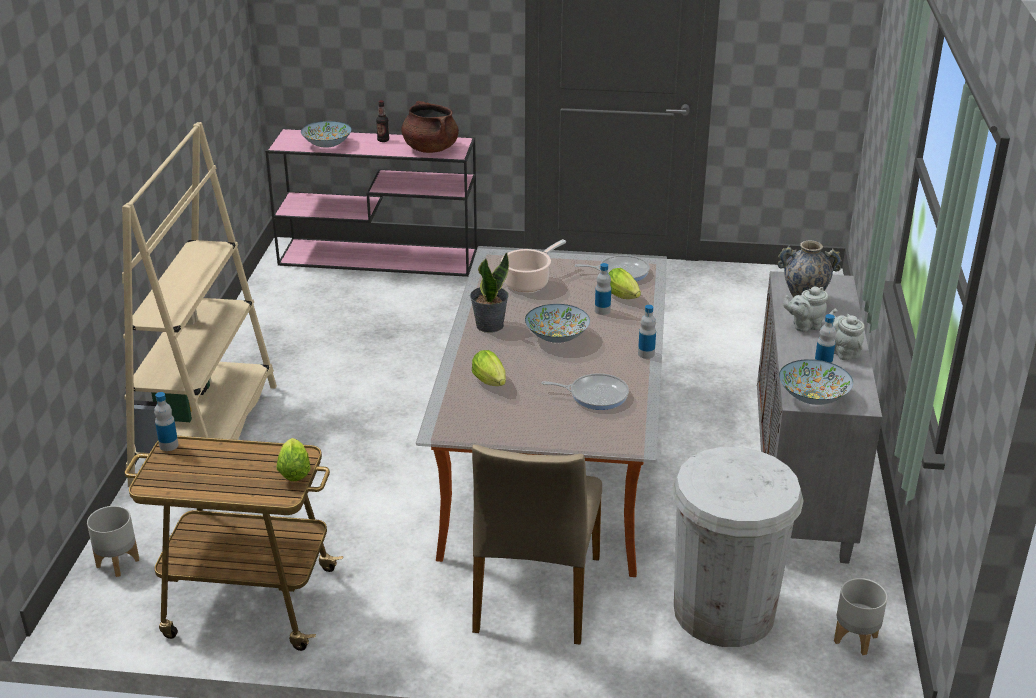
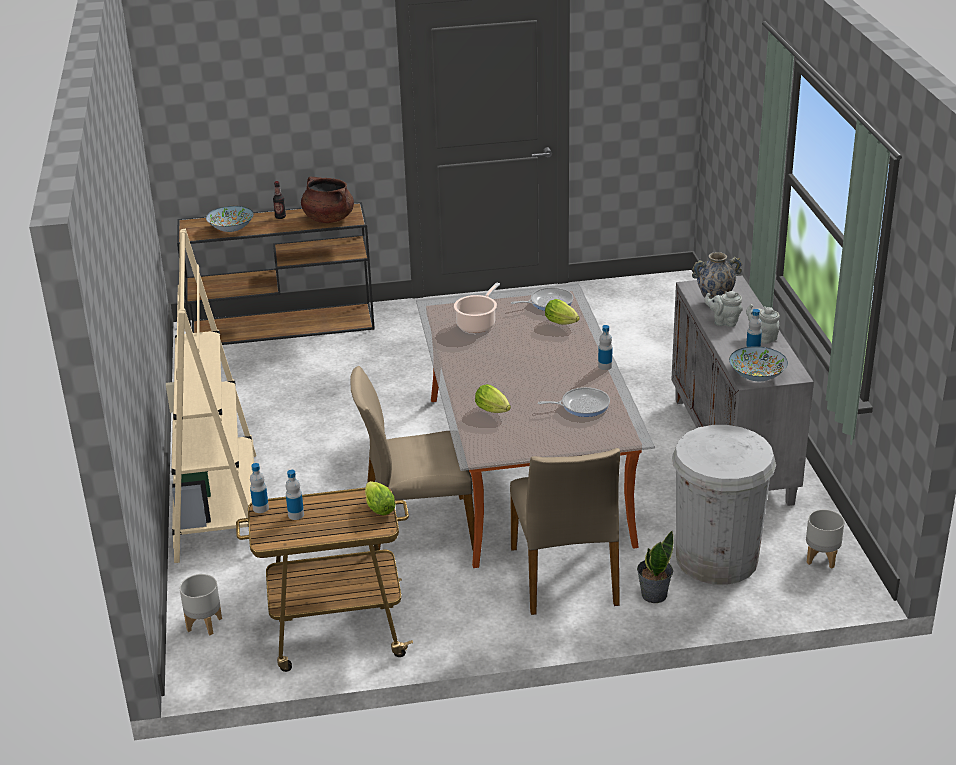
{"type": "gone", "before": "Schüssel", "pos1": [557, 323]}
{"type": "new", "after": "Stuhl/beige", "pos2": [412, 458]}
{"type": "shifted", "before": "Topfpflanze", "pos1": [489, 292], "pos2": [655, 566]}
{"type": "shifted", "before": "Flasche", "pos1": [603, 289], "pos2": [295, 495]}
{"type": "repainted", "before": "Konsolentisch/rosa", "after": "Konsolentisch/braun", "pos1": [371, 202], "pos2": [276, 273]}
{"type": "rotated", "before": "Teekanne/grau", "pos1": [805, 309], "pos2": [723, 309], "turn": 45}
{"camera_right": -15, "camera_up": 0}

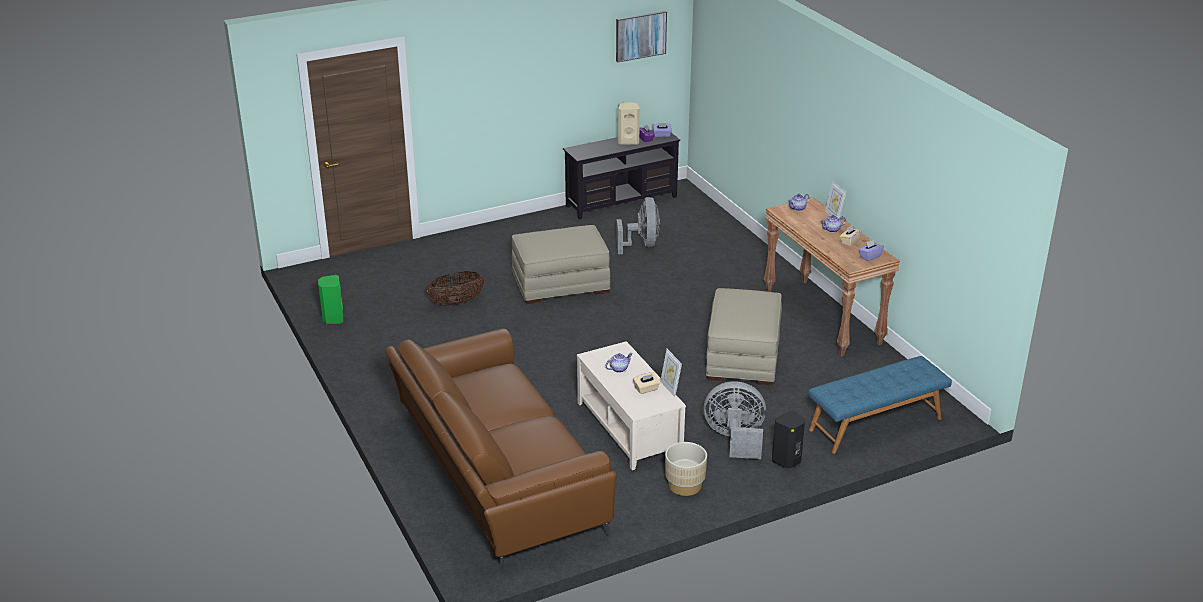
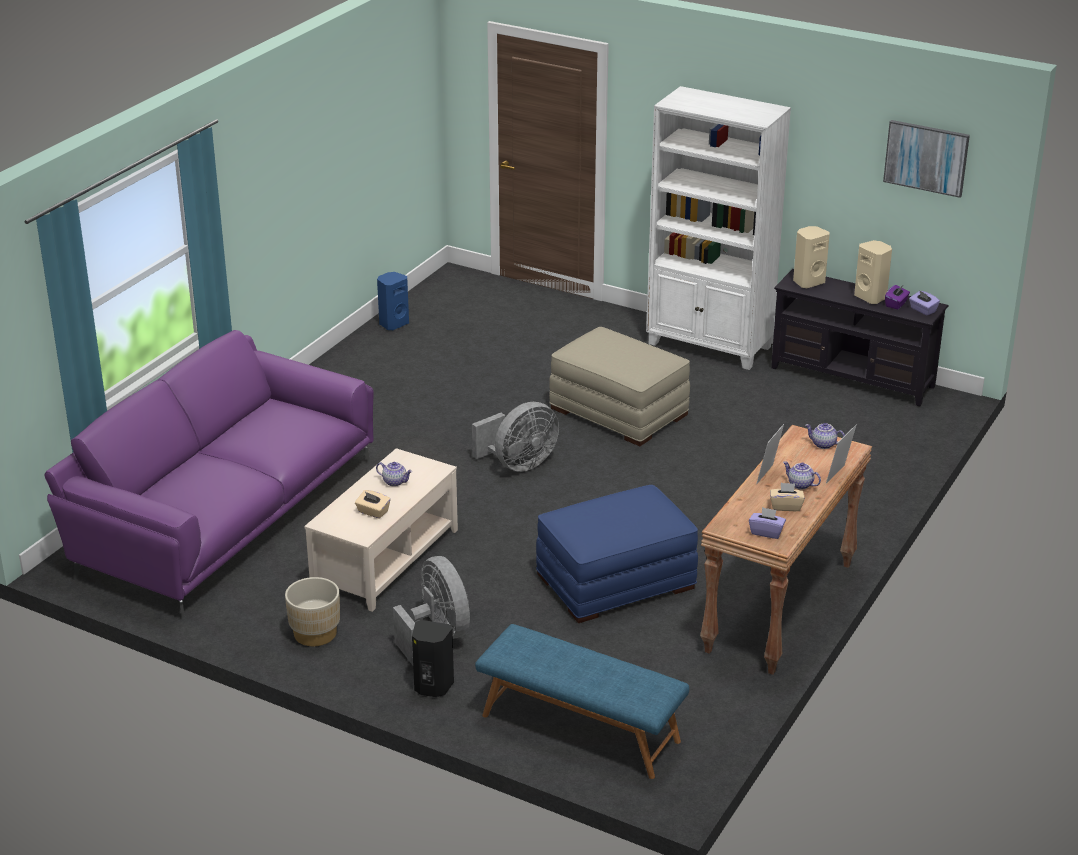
{"type": "gone", "before": "Korb", "pos1": [455, 288]}
{"type": "new", "after": "Bücherregal/weiß", "pos2": [718, 228]}
{"type": "new", "after": "Lautsprecher/beige", "pos2": [811, 257]}
{"type": "shifted", "before": "Ventilator/grau", "pos1": [638, 225], "pos2": [515, 437]}
{"type": "shifted", "before": "Bilderrahmen", "pos1": [671, 373], "pos2": [770, 454]}
{"type": "repainted", "before": "Lautsprecher/grün", "after": "Lautsprecher/blau", "pos1": [330, 299], "pos2": [393, 301]}
{"type": "repainted", "before": "Sofa/braun", "after": "Sofa/lila", "pos1": [501, 450], "pos2": [209, 474]}
{"type": "repainted", "before": "Polsterhocker/beige", "after": "Polsterhocker/blau", "pos1": [744, 337], "pos2": [617, 554]}
{"camera_right": 55, "camera_up": 0}

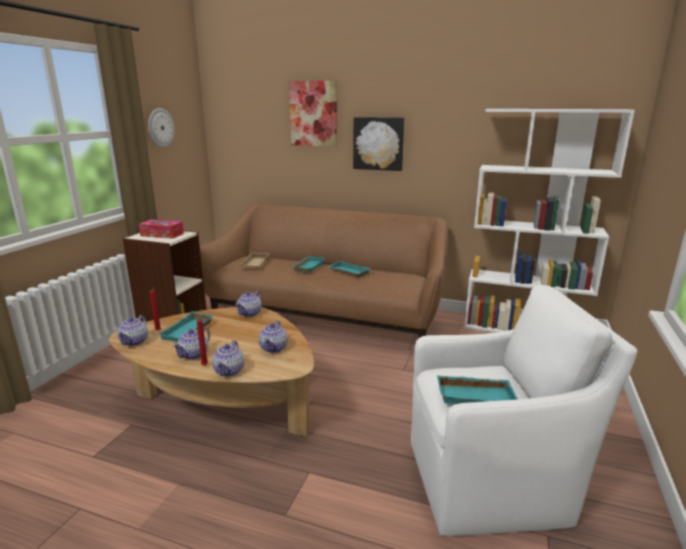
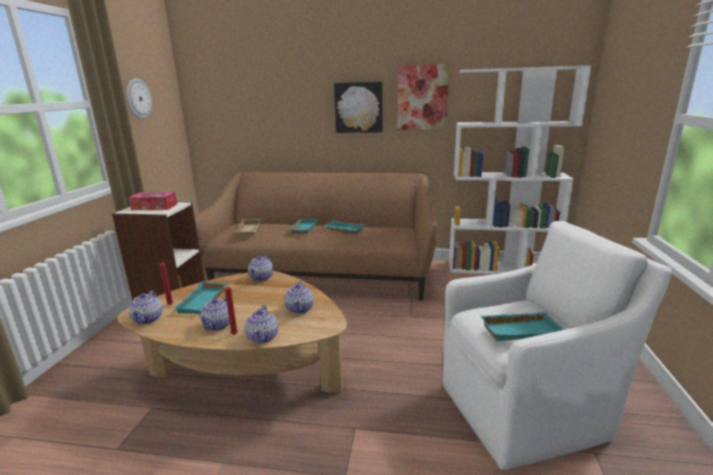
{"type": "shifted", "before": "Bild", "pos1": [313, 113], "pos2": [423, 97]}
{"camera_right": -10, "camera_up": 0}

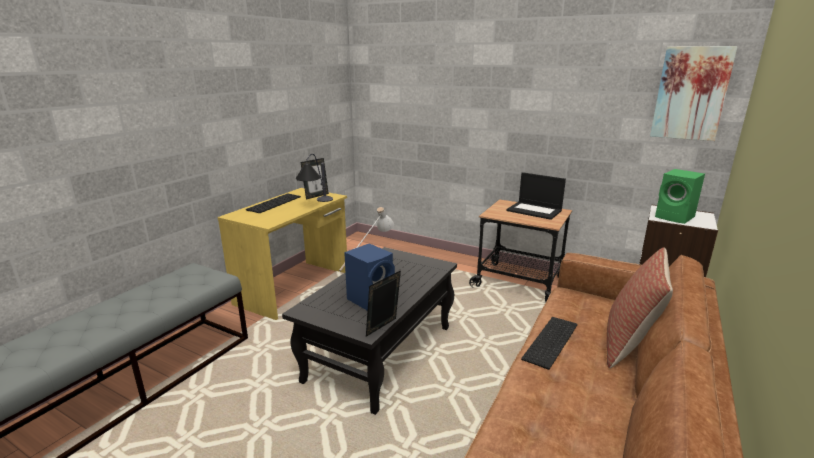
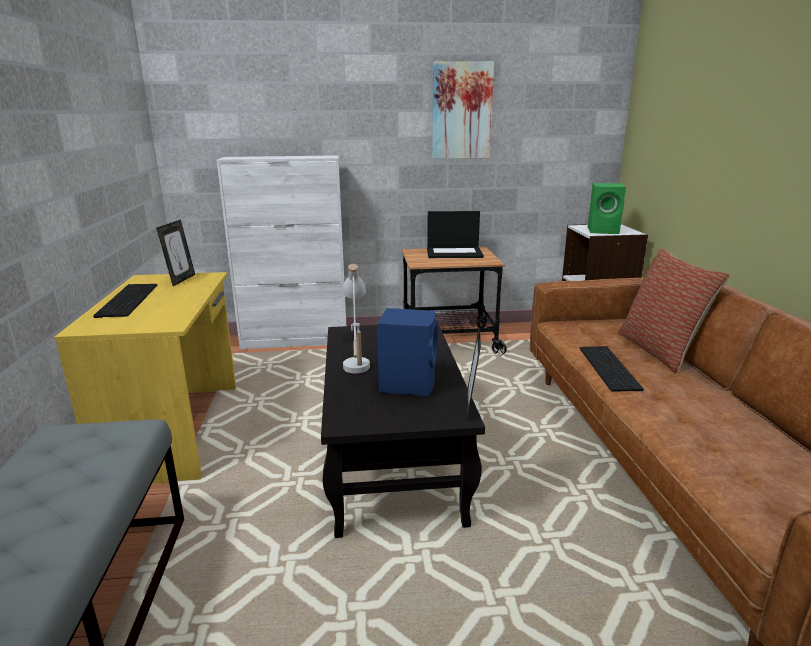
{"type": "gone", "before": "Tischlampe", "pos1": [314, 178]}
{"type": "new", "after": "Schrank/weiß", "pos2": [281, 252]}
{"type": "shifted", "before": "Bild", "pos1": [694, 93], "pos2": [463, 110]}
{"camera_right": -35, "camera_up": 0}

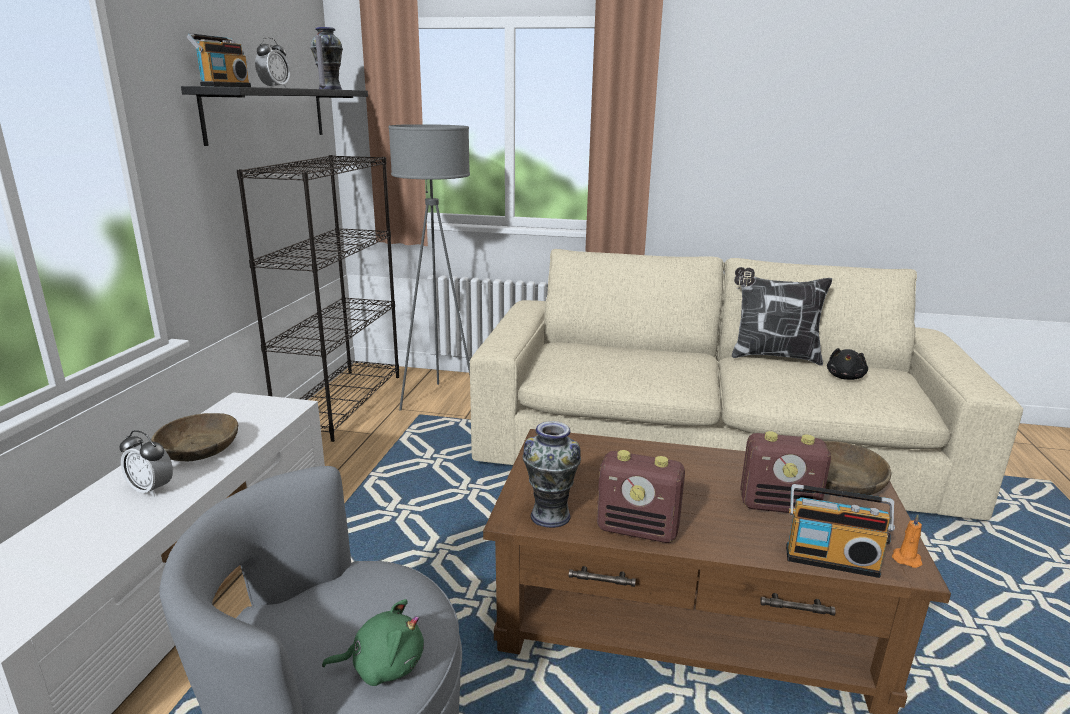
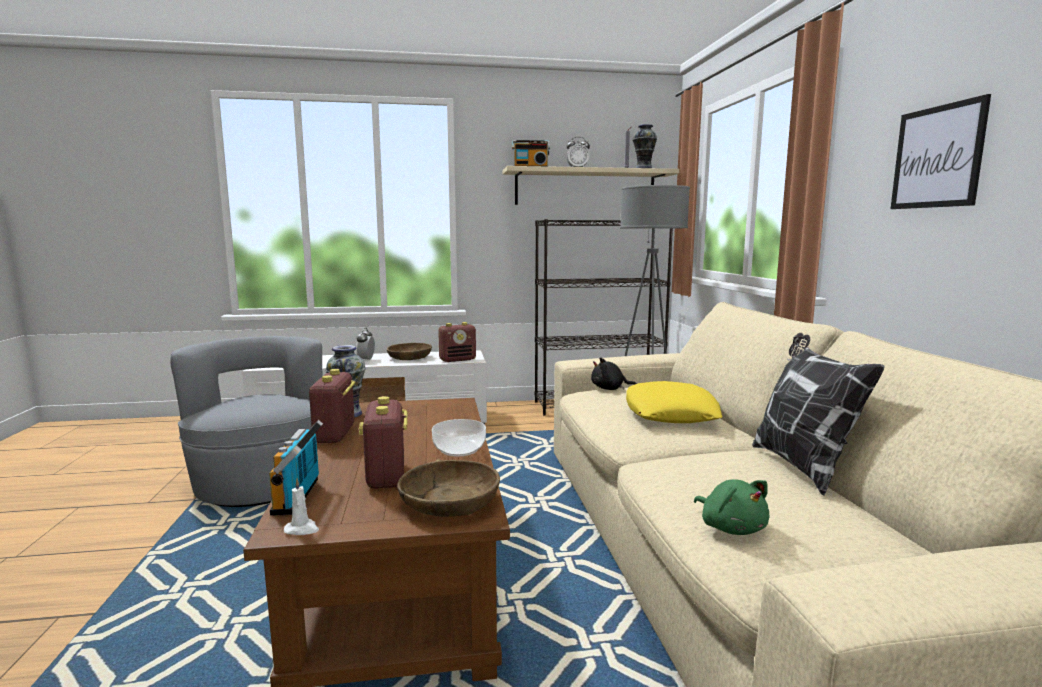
{"type": "new", "after": "Schüssel", "pos2": [459, 438]}
{"type": "new", "after": "Radio", "pos2": [457, 342]}
{"type": "new", "after": "Kissen/gelb", "pos2": [674, 402]}
{"type": "new", "after": "Bild", "pos2": [941, 151]}
{"type": "shifted", "before": "Plüschtier/grün", "pos1": [373, 642], "pos2": [732, 507]}
{"type": "shifted", "before": "Plüschtier/schwarz", "pos1": [847, 364], "pos2": [614, 374]}
{"type": "repainted", "before": "Wandregal/schwarz", "after": "Wandregal/beige", "pos1": [274, 116], "pos2": [590, 185]}
{"type": "repainted", "before": "Kerze/orange", "after": "Kerze/weiß", "pos1": [907, 541], "pos2": [301, 506]}
{"camera_right": 70, "camera_up": -10}

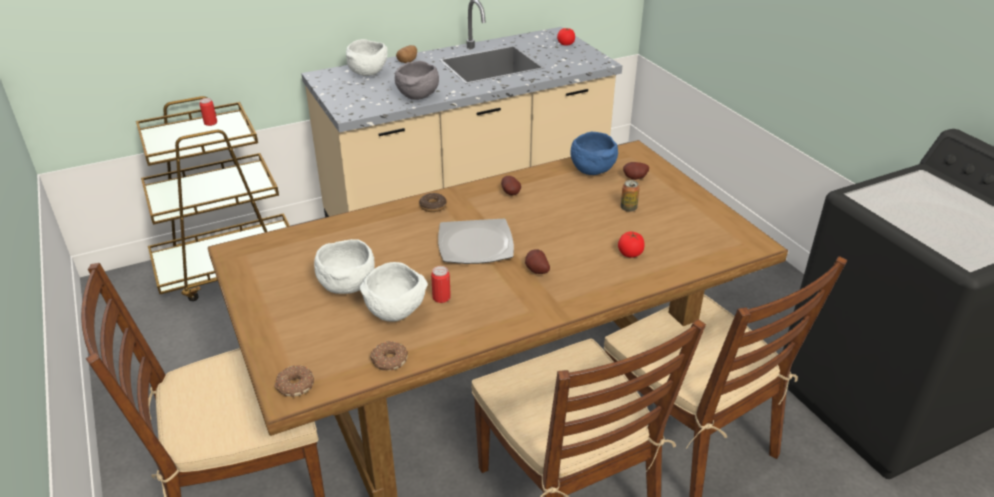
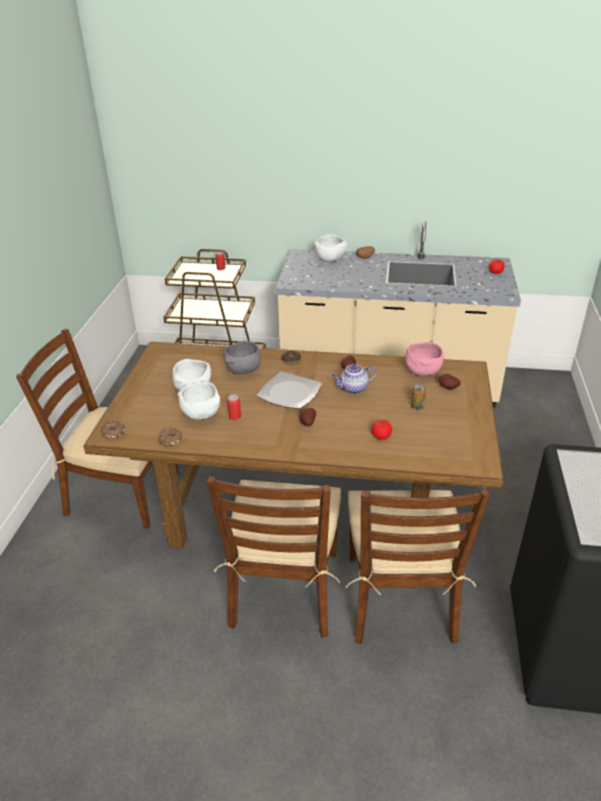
{"type": "new", "after": "Teekanne", "pos2": [354, 379]}
{"type": "shifted", "before": "Schüssel/grau", "pos1": [417, 80], "pos2": [242, 357]}
{"type": "repainted", "before": "Schüssel/blau", "after": "Schüssel/rosa", "pos1": [594, 153], "pos2": [424, 359]}
{"camera_right": 35, "camera_up": 0}

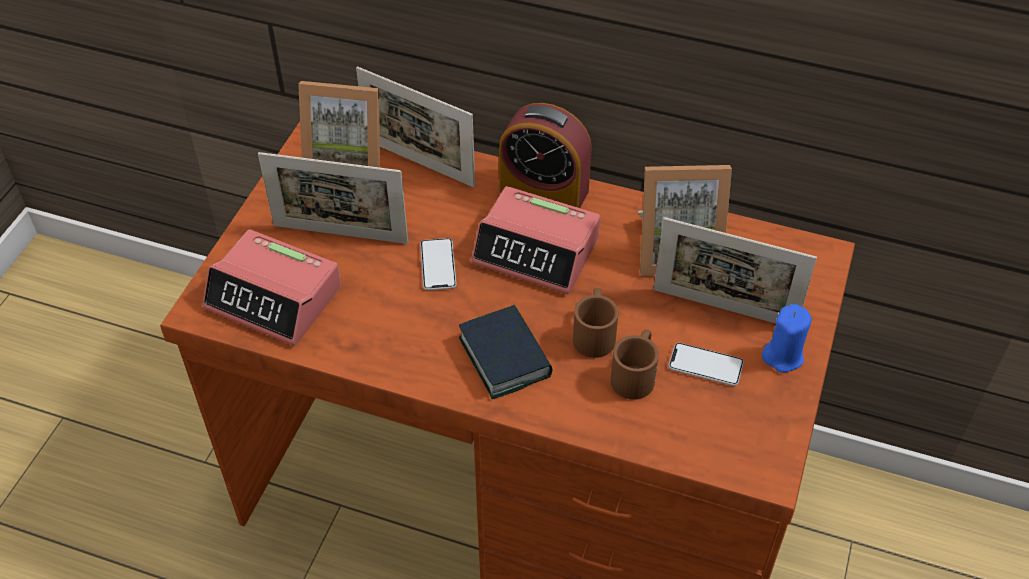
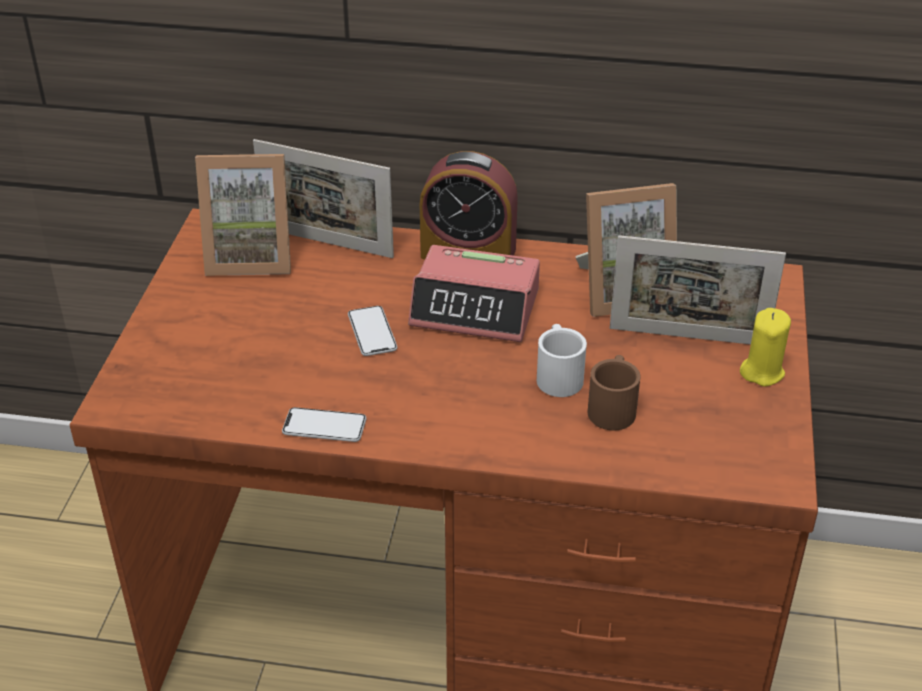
{"type": "gone", "before": "Wecker", "pos1": [271, 287]}
{"type": "gone", "before": "Bilderrahmen", "pos1": [333, 198]}
{"type": "gone", "before": "Buch", "pos1": [505, 352]}
{"type": "shifted", "before": "Handy", "pos1": [706, 364], "pos2": [324, 424]}
{"type": "repainted", "before": "Henkelbecher/braun", "after": "Henkelbecher/weiß", "pos1": [596, 323], "pos2": [562, 360]}
{"type": "repainted", "before": "Kerze/blau", "after": "Kerze/gelb", "pos1": [787, 338], "pos2": [765, 347]}
{"camera_right": -10, "camera_up": -10}

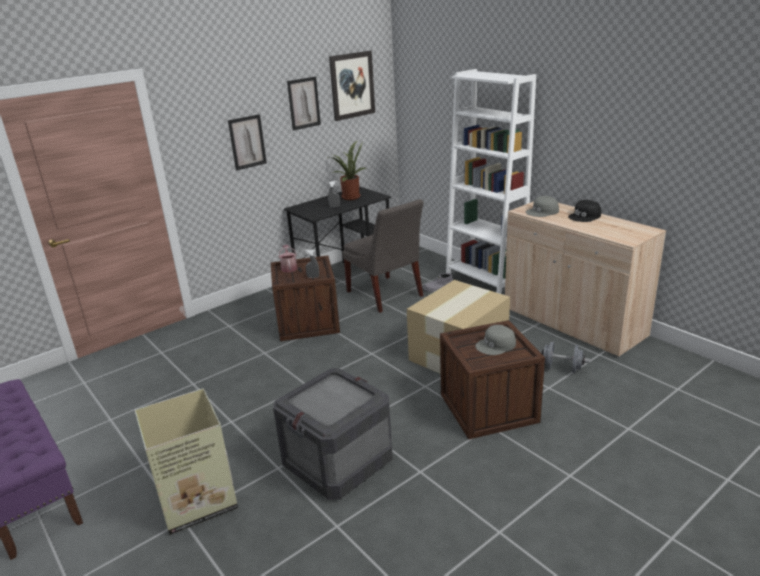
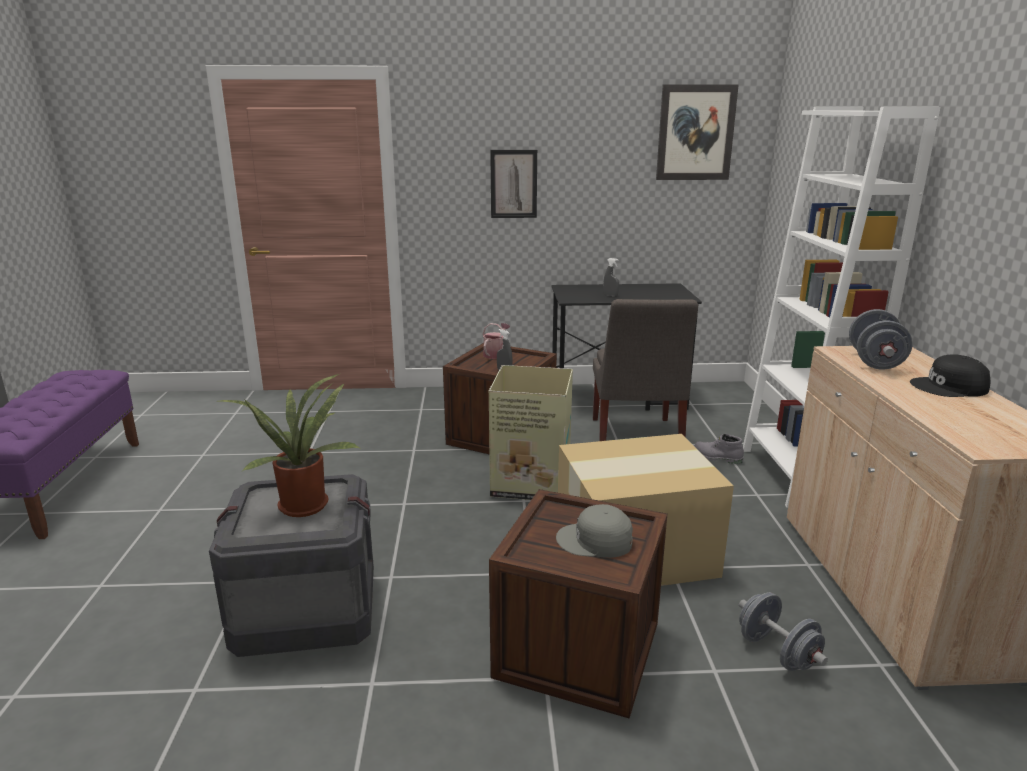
{"type": "gone", "before": "Bild", "pos1": [304, 104]}
{"type": "shifted", "before": "Karton", "pos1": [186, 461], "pos2": [531, 432]}
{"type": "shifted", "before": "Topfpflanze", "pos1": [347, 170], "pos2": [289, 445]}
{"type": "swapped", "before": "Kappe/grau", "after": "Hantel/grau", "pos1": [542, 206], "pos2": [881, 339]}
{"camera_right": 35, "camera_up": -5}

